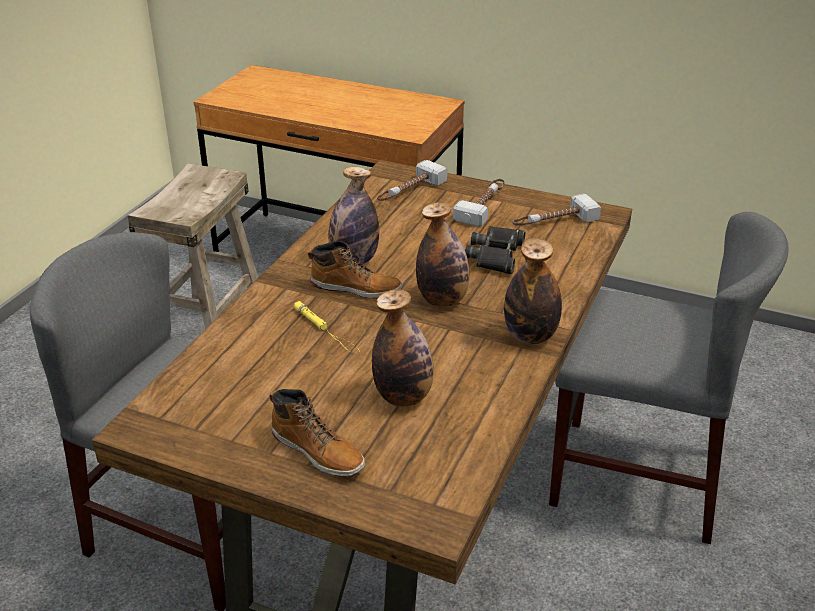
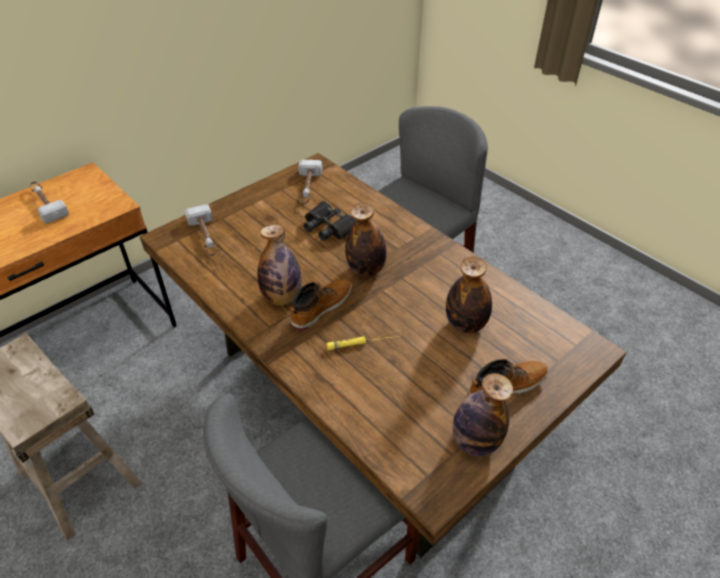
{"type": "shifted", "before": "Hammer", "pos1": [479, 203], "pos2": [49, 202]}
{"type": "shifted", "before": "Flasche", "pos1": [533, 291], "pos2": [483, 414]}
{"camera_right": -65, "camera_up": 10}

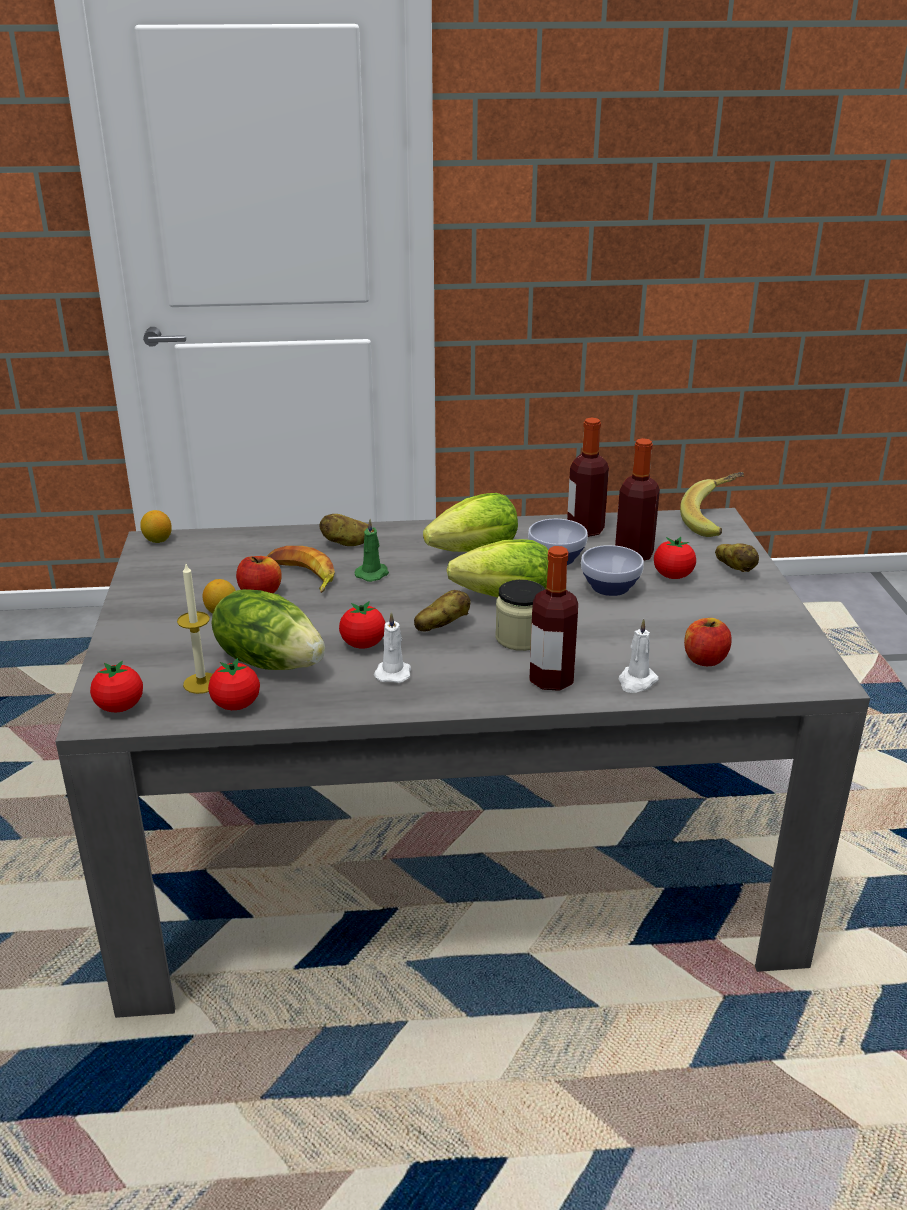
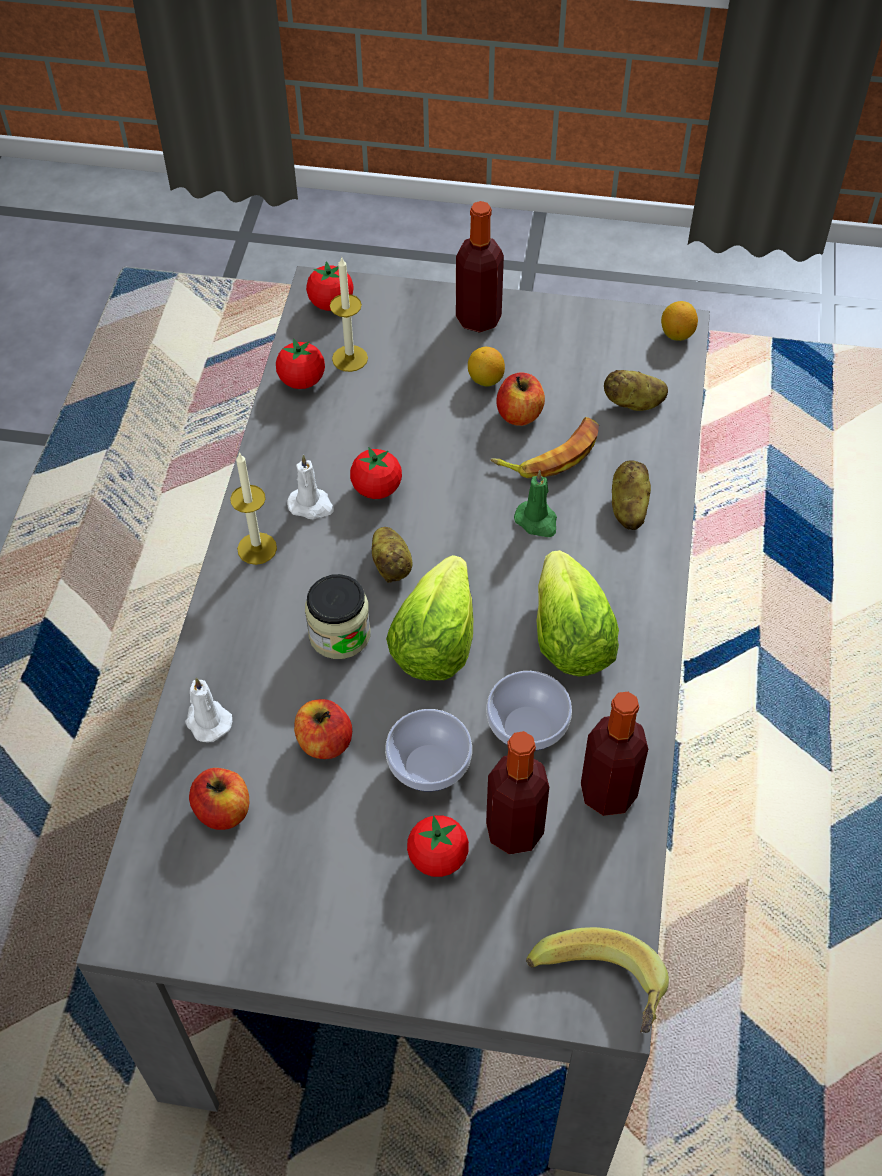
{"type": "gone", "before": "Salatkopf", "pos1": [268, 629]}
{"type": "new", "after": "Kerze", "pos2": [253, 508]}
{"type": "new", "after": "Apfel", "pos2": [323, 729]}
{"type": "shifted", "before": "Flasche", "pos1": [553, 618], "pos2": [480, 267]}
{"type": "shifted", "before": "Kartoffel", "pos1": [737, 557], "pos2": [636, 390]}
{"camera_right": 105, "camera_up": 25}

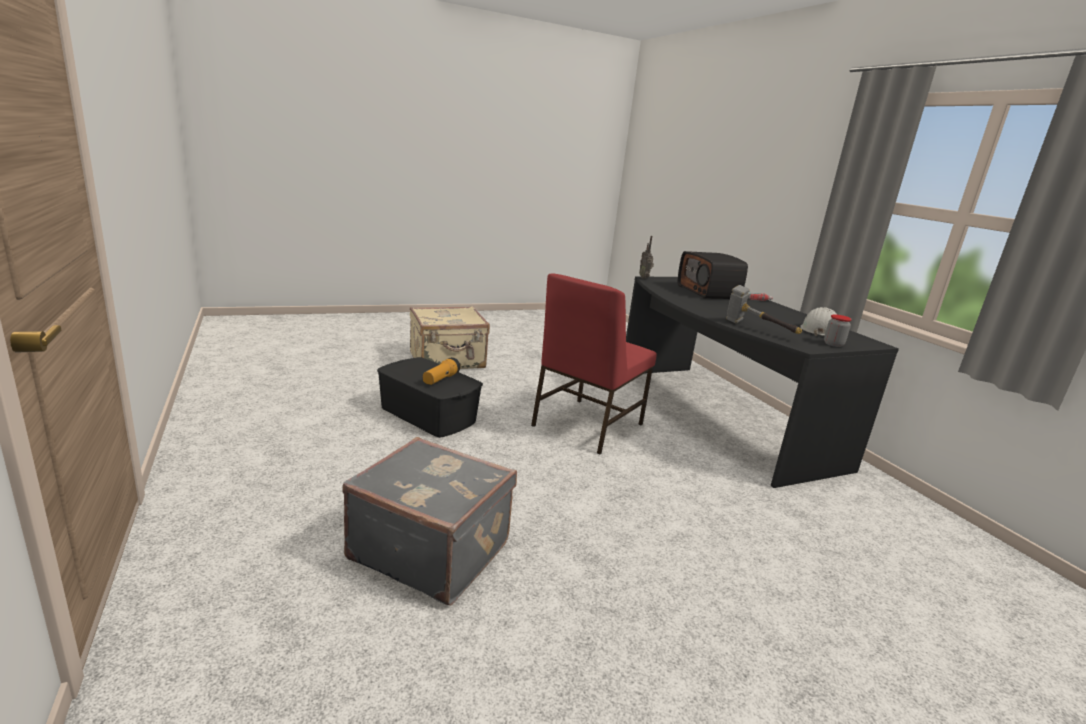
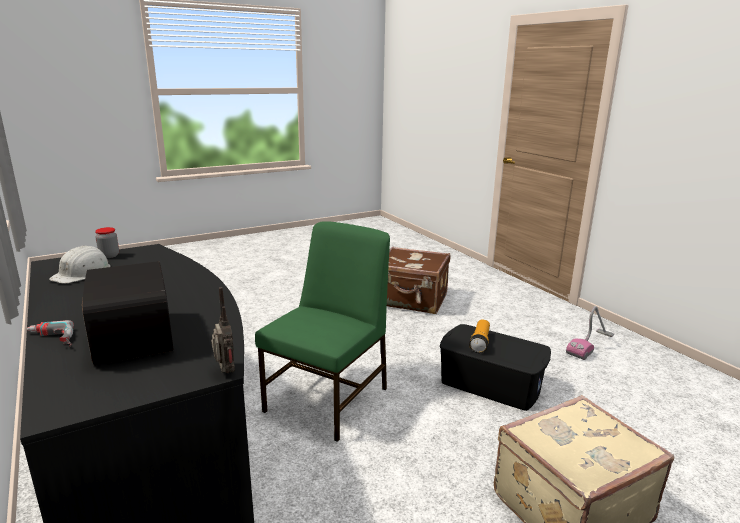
{"type": "gone", "before": "Hammer", "pos1": [764, 309]}
{"type": "new", "after": "Staubsauger", "pos2": [590, 333]}
{"type": "repainted", "before": "Koffer/grau", "after": "Koffer/braun", "pos1": [429, 521], "pos2": [418, 280]}
{"type": "repainted", "before": "Stuhl/rot", "after": "Stuhl/grün", "pos1": [594, 363], "pos2": [322, 331]}
{"camera_right": 175, "camera_up": 0}

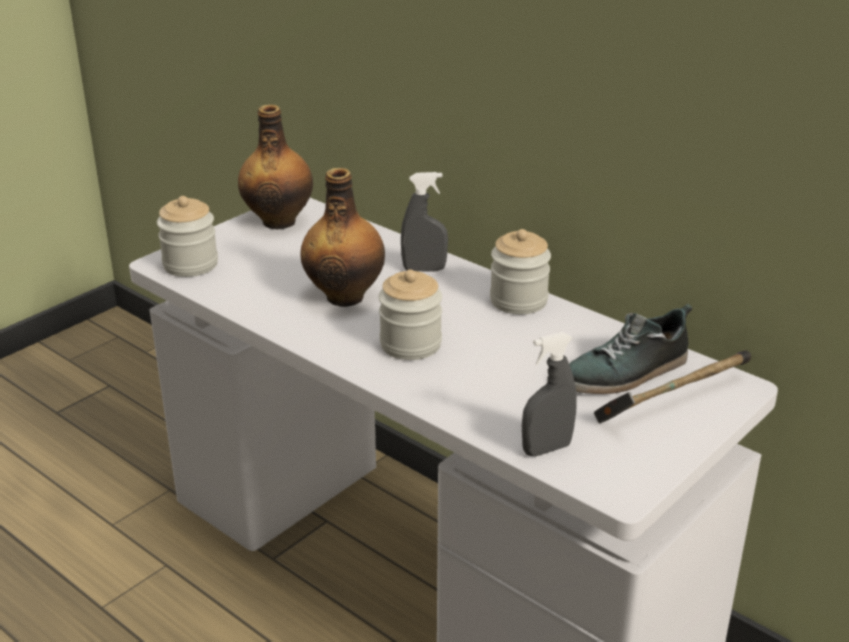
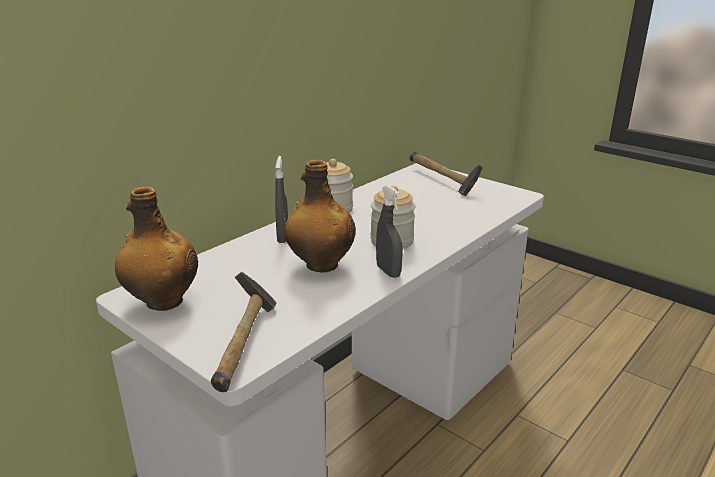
{"type": "gone", "before": "Schuh", "pos1": [630, 349]}
{"type": "shifted", "before": "Sprühflasche/grau", "pos1": [549, 394], "pos2": [389, 231]}
{"type": "swapped", "before": "Vorratsglas", "after": "Hammer", "pos1": [187, 236], "pos2": [244, 331]}
{"camera_right": -90, "camera_up": -5}

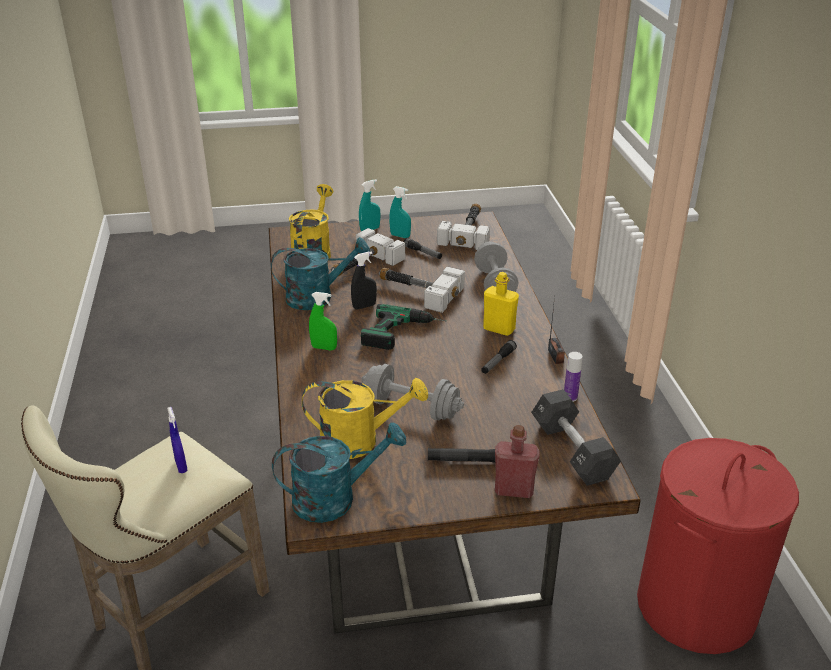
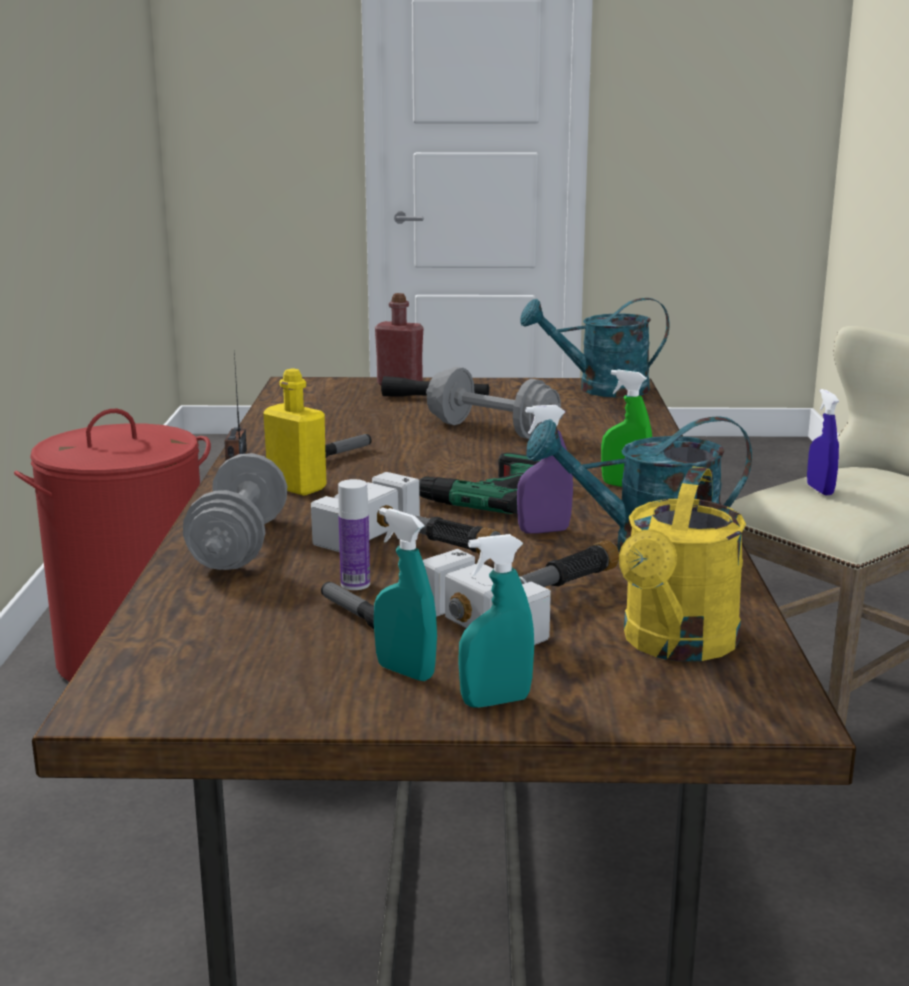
{"type": "gone", "before": "Gießkanne/gelb", "pos1": [365, 418]}
{"type": "gone", "before": "Hammer", "pos1": [463, 226]}
{"type": "gone", "before": "Hantel/schwarz", "pos1": [576, 437]}
{"type": "shifted", "before": "Flasche", "pos1": [573, 377], "pos2": [354, 534]}
{"type": "repainted", "before": "Sprühflasche/schwarz", "after": "Sprühflasche/lila", "pos1": [364, 280], "pos2": [545, 469]}
{"camera_right": -170, "camera_up": -15}

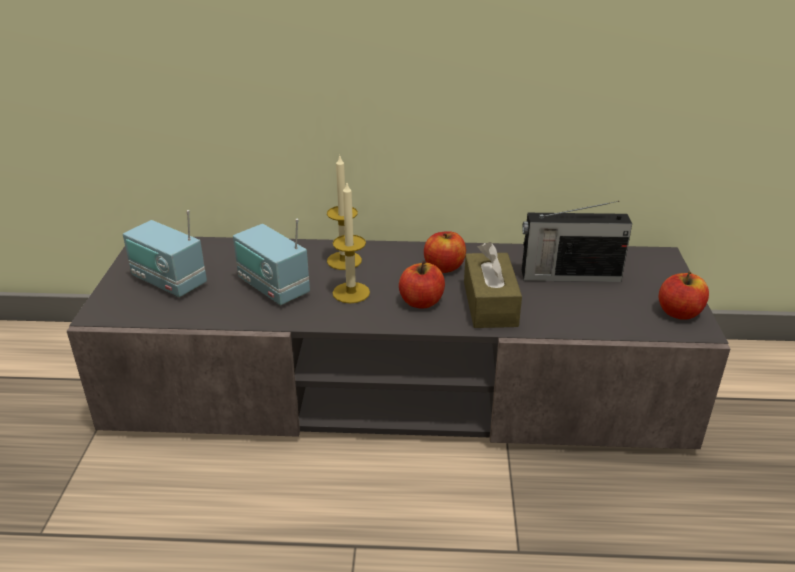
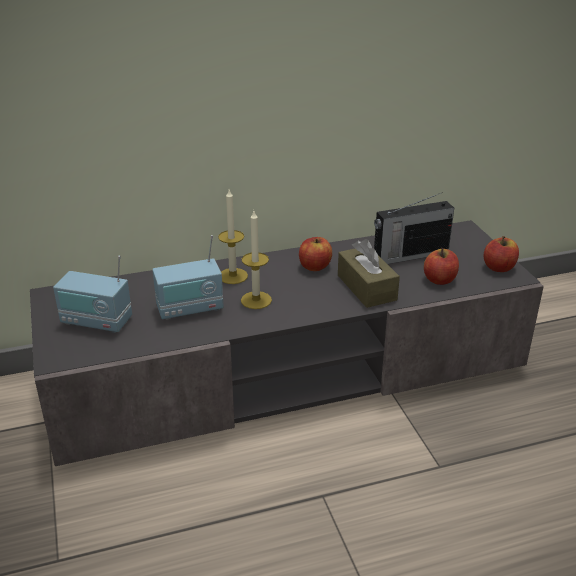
{"type": "shifted", "before": "Apfel", "pos1": [422, 285], "pos2": [441, 266]}
{"type": "rotated", "before": "Radio", "pos1": [271, 262], "pos2": [188, 277], "turn": -45}
{"camera_right": -20, "camera_up": 0}

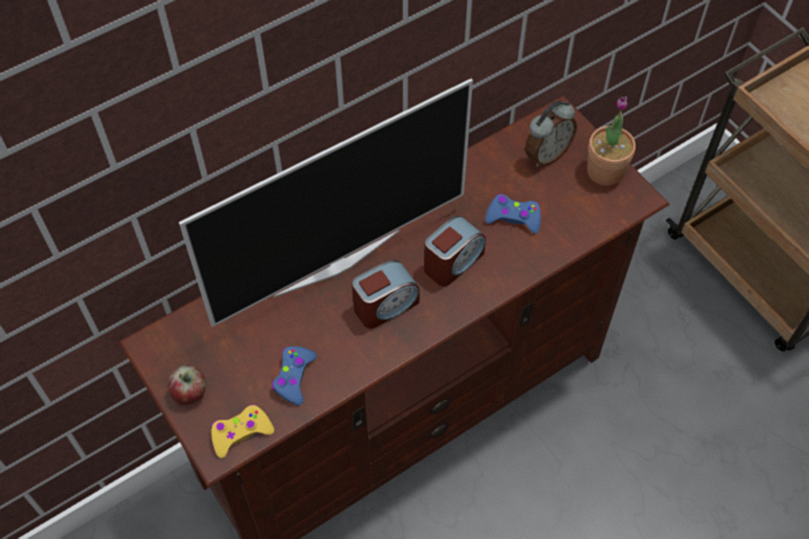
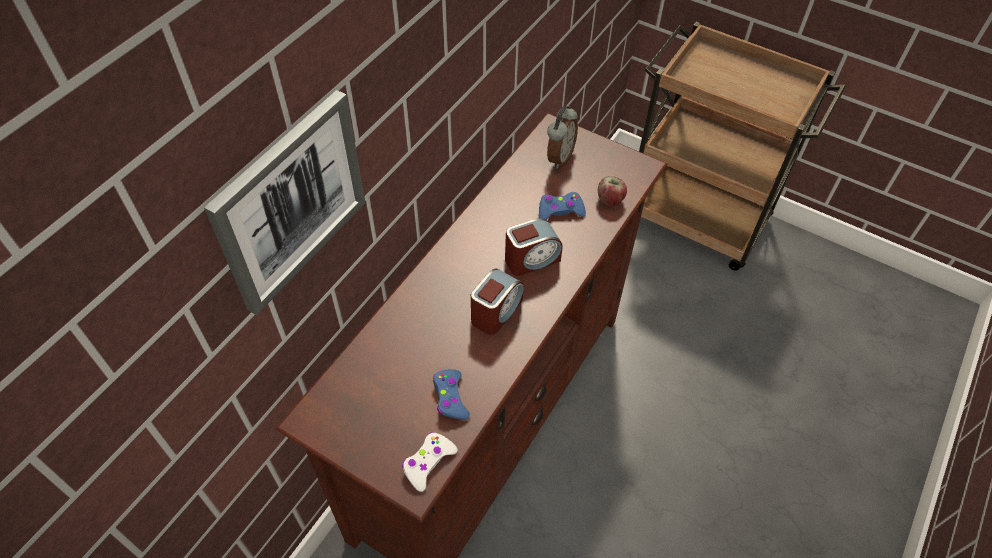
{"type": "gone", "before": "Fernseher", "pos1": [326, 203]}
{"type": "gone", "before": "Topfpflanze", "pos1": [611, 141]}
{"type": "new", "after": "Bild", "pos2": [285, 202]}
{"type": "shifted", "before": "Apfel", "pos1": [186, 385], "pos2": [612, 191]}
{"type": "repainted", "before": "Gamepad/gelb", "after": "Gamepad/weiß", "pos1": [242, 431], "pos2": [430, 462]}
{"type": "rotated", "before": "Wecker", "pos1": [455, 250], "pos2": [534, 247], "turn": 45}
{"camera_right": -25, "camera_up": -5}

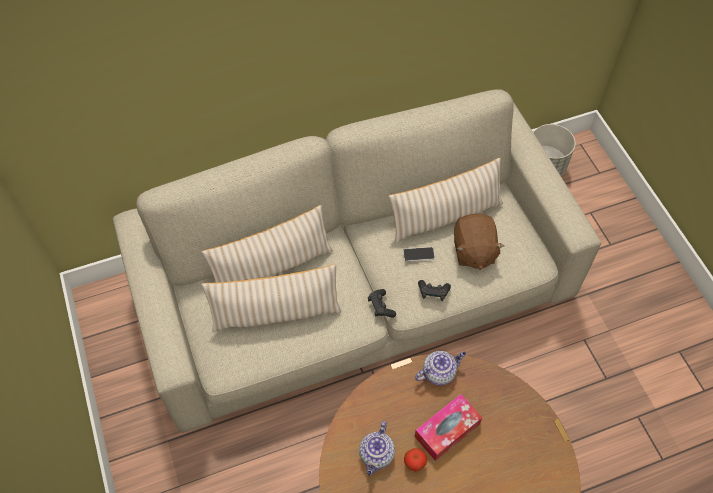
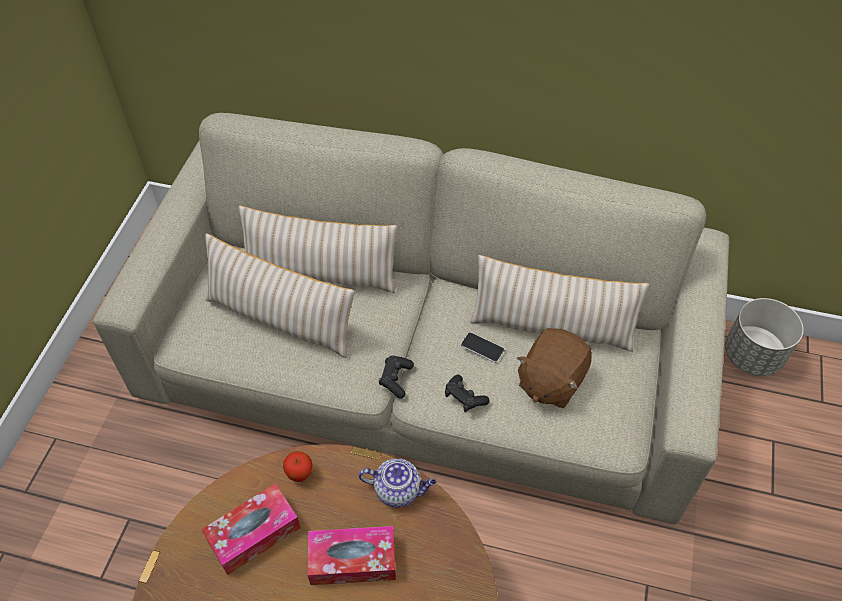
{"type": "shifted", "before": "Apfel", "pos1": [415, 459], "pos2": [298, 466]}
{"type": "swapped", "before": "Teekanne", "after": "Taschentuchbox", "pos1": [377, 448], "pos2": [251, 529]}
{"camera_right": 35, "camera_up": -5}

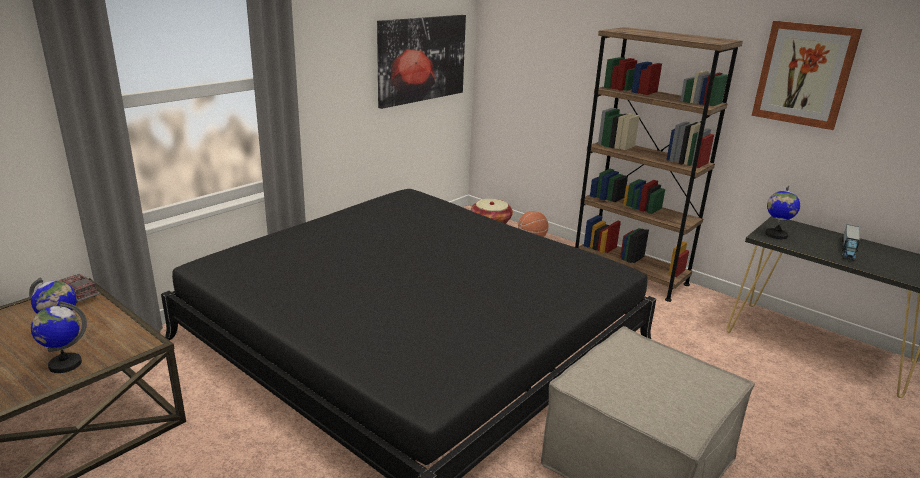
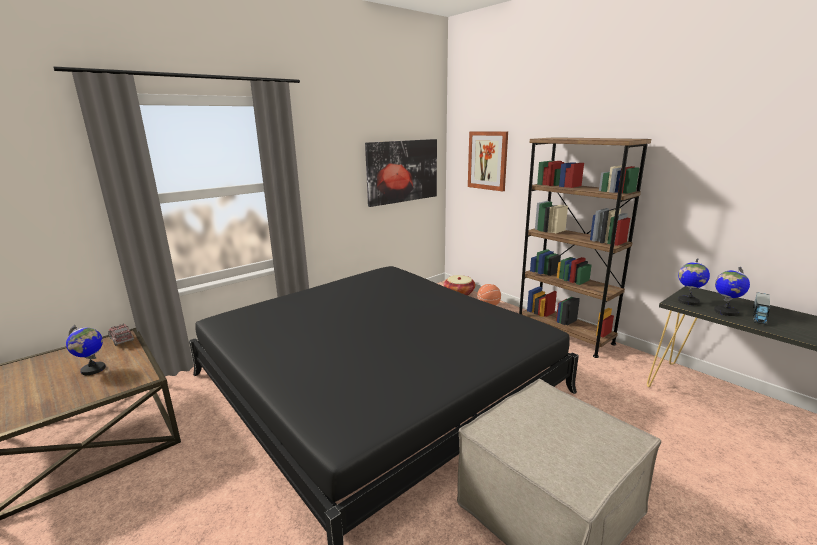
{"type": "shifted", "before": "Globus", "pos1": [59, 337], "pos2": [732, 291]}
{"type": "shifted", "before": "Bild", "pos1": [807, 75], "pos2": [488, 161]}
{"camera_right": 10, "camera_up": -5}

